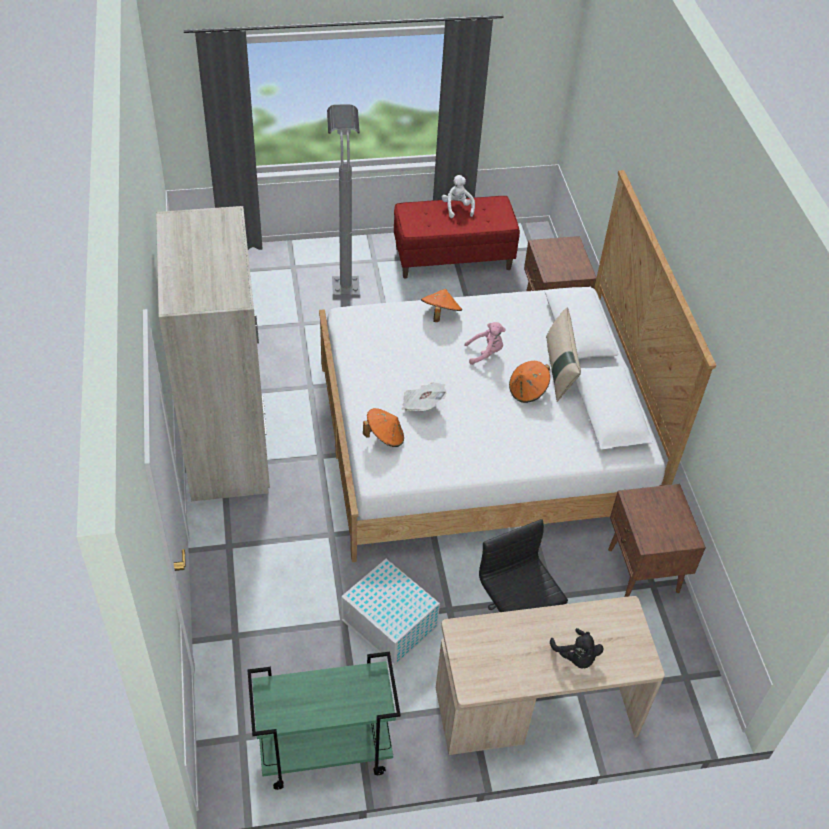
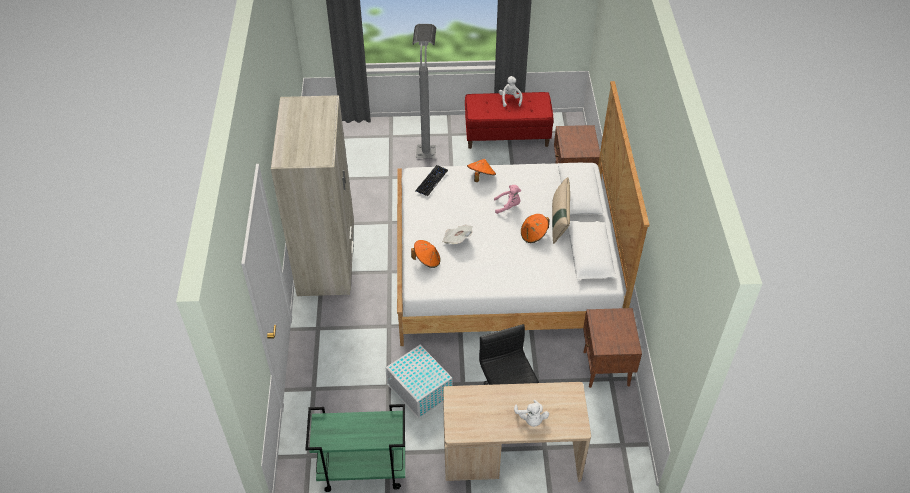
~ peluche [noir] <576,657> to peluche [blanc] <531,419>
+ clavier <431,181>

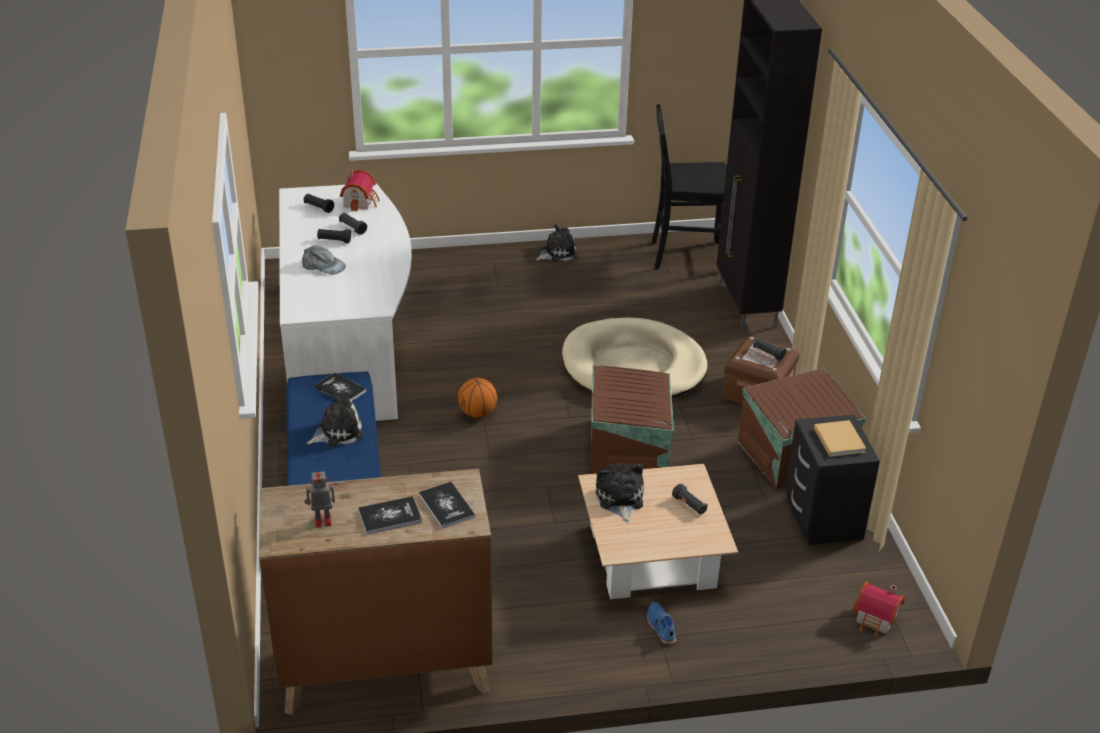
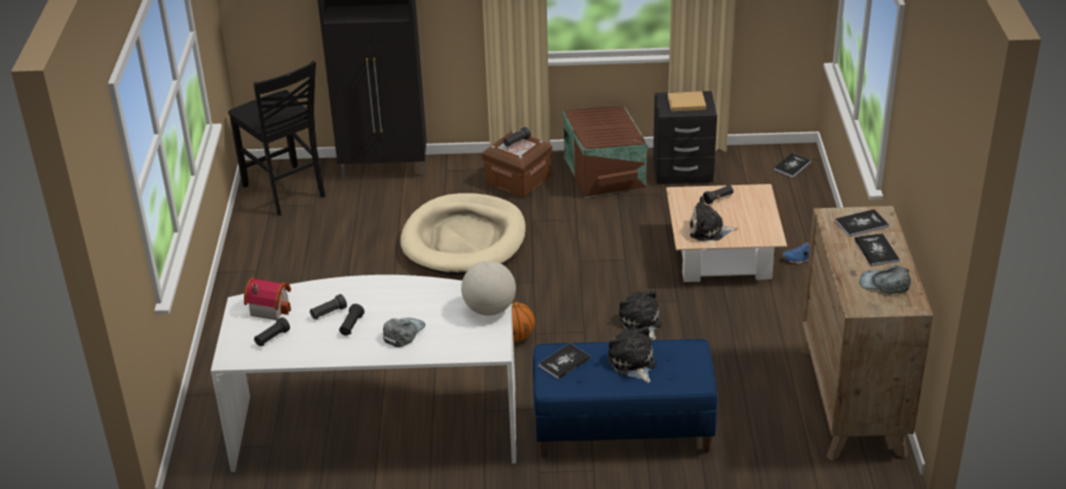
~ robot jouet <321,520> to casquette [gris] <885,284>
~ peluche <557,253> to <640,323>
- boîte de rangement [marron] <630,447>
~ chaise [noir] <685,256> = <285,191> 45 degrees counterclockwise
~ maison miniature <876,620> to livre <792,166>
+ globe <489,309>

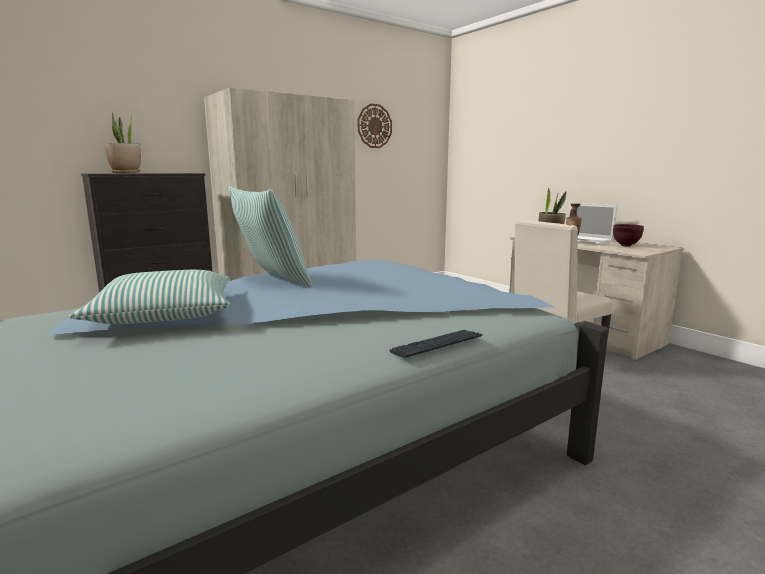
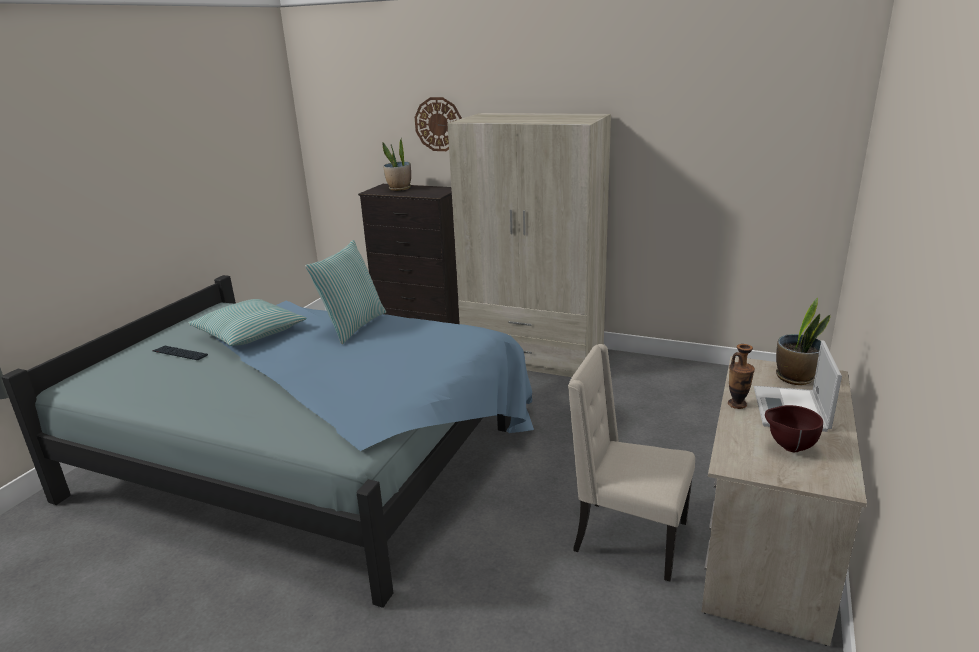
~ horloge murale <374,126> to <438,124>
~ clavier <437,345> to <180,354>

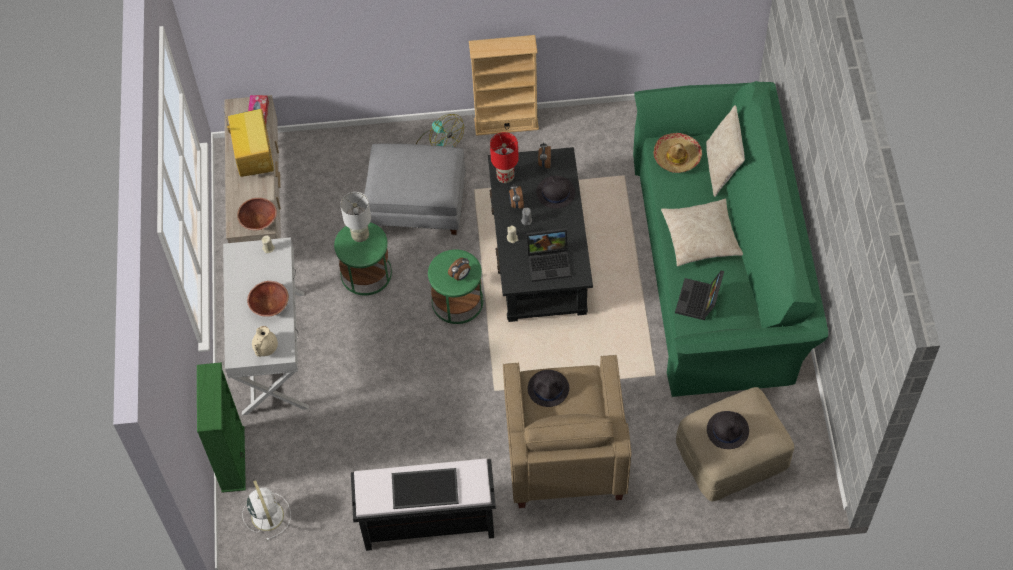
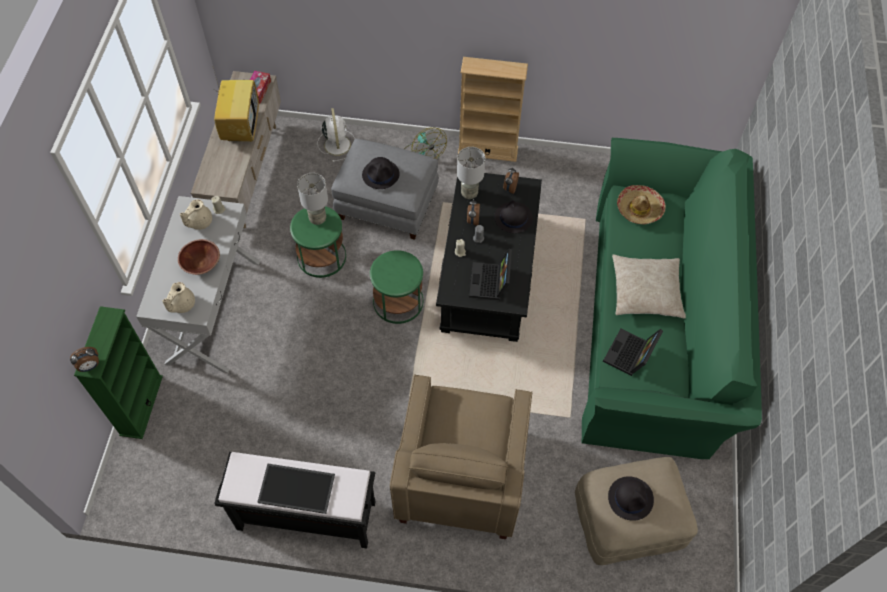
- bol [marron] <258,220>
~ ventilateur [blanc] <267,514> to <337,144>
~ réveil <460,276> to <90,366>
~ lampe de table [rouge] <505,177> to lampe de table [gris] <469,193>
~ ordinateur portable <550,262> = <490,283> 90 degrees clockwise
~ chapeau [noir] <548,388> to <381,175>
- coussin [beige] <722,168>
+ théière [beige] <199,222>

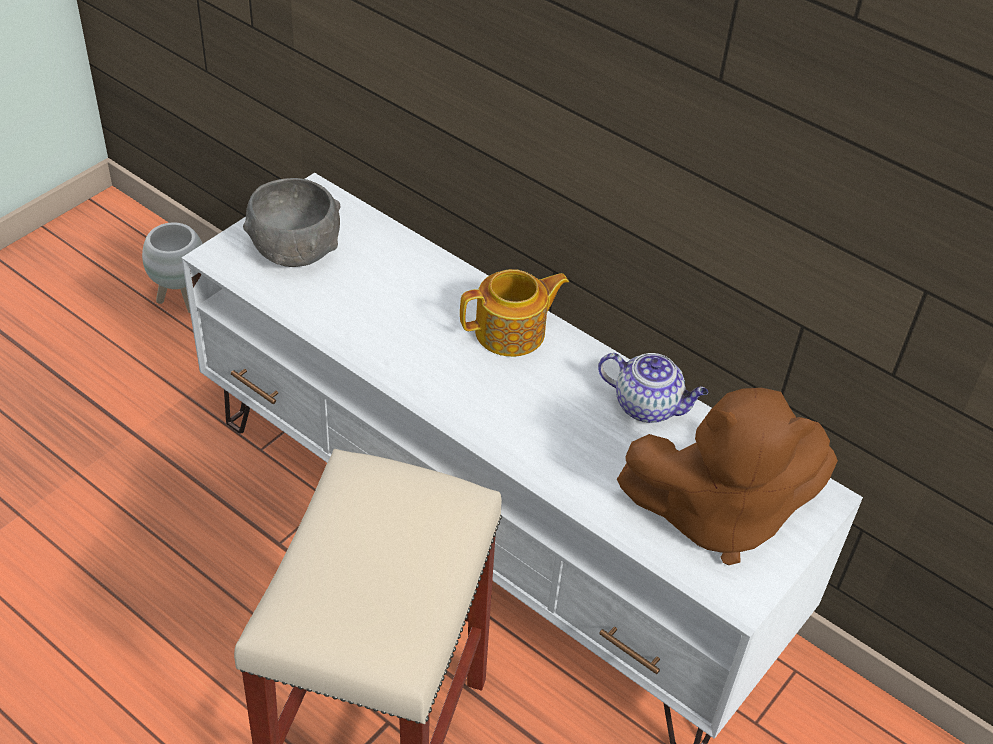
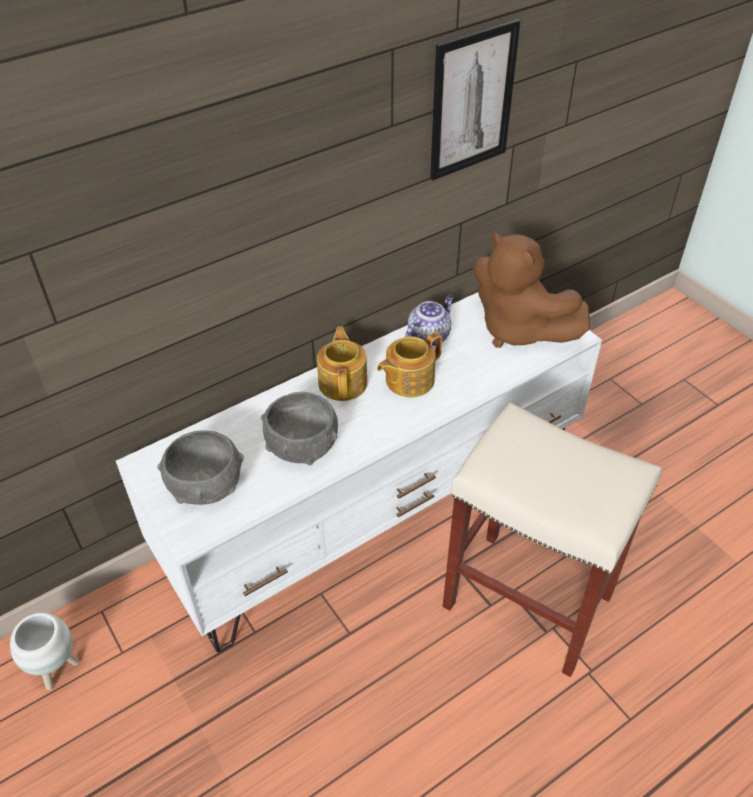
~ peluche [marron] <717,514> = <518,329> 120 degrees clockwise
+ bol [gris] <302,447>
+ théière <408,380>
+ tableau <472,102>

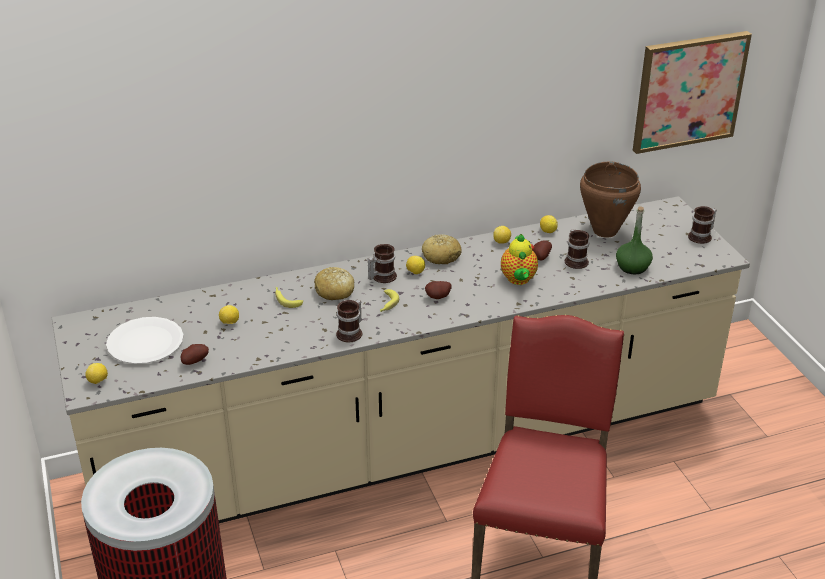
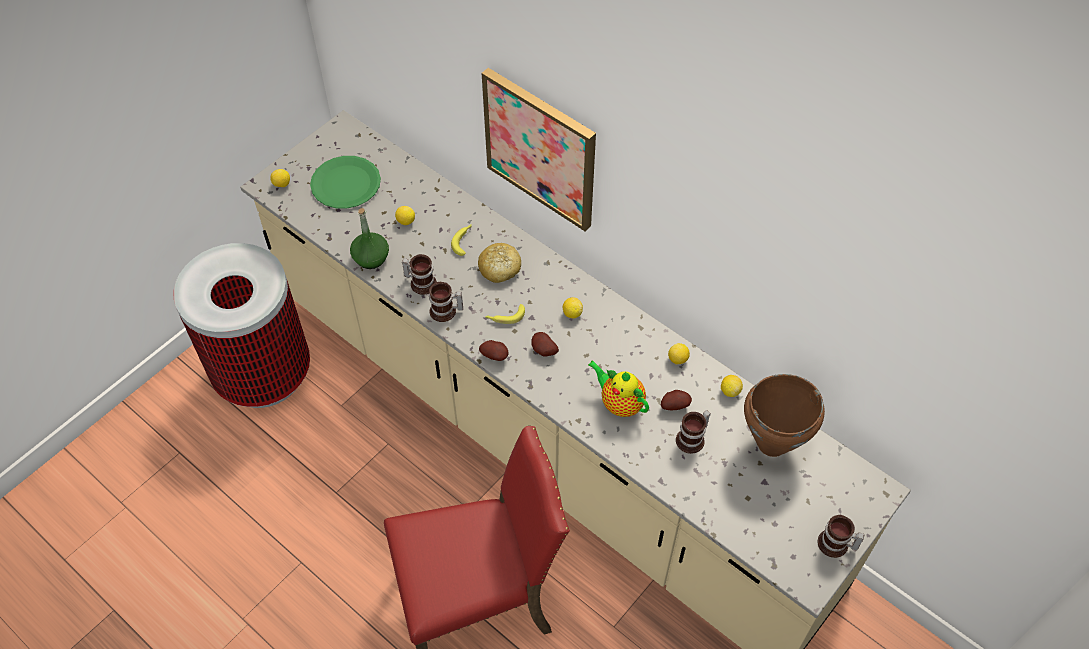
~ assiette [blanc] <145,342> to assiette [vert] <345,184>
~ pomme de terre <194,361> to <495,355>
~ mug <381,276> to <421,282>
- pain <441,256>
~ théière <518,280> = <619,403> 75 degrees clockwise
~ bouteille [vert] <632,267> to <371,258>
~ tableau <688,91> to <541,148>

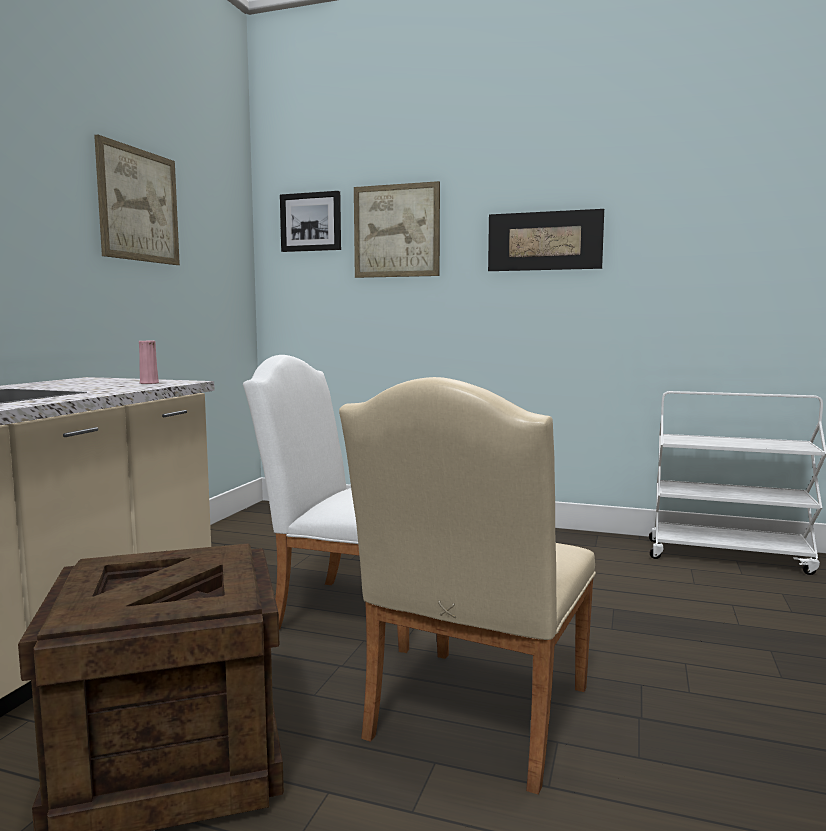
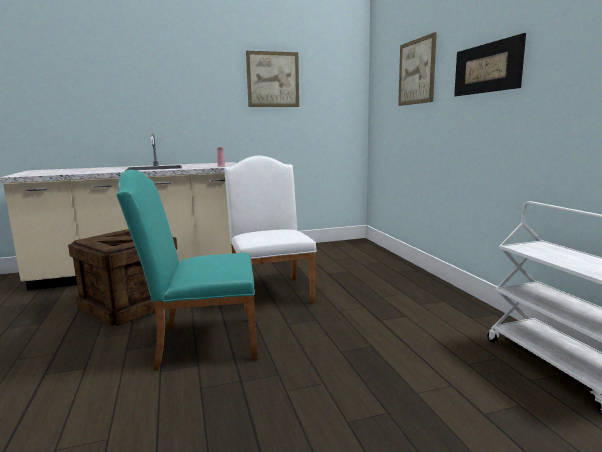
- tableau <311,222>
~ chaise [beige] <473,720> to chaise [turquoise] <200,342>

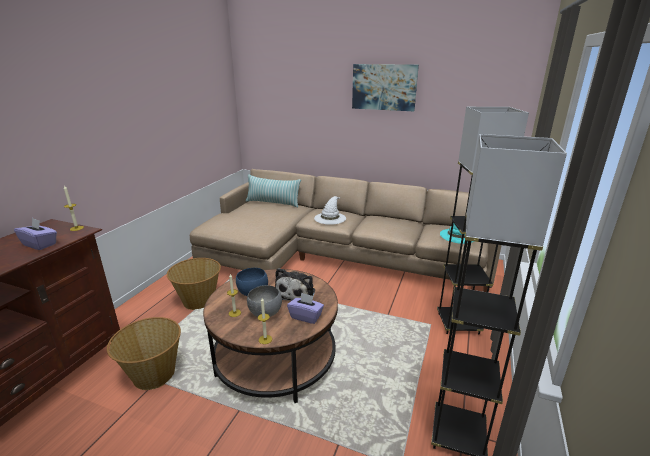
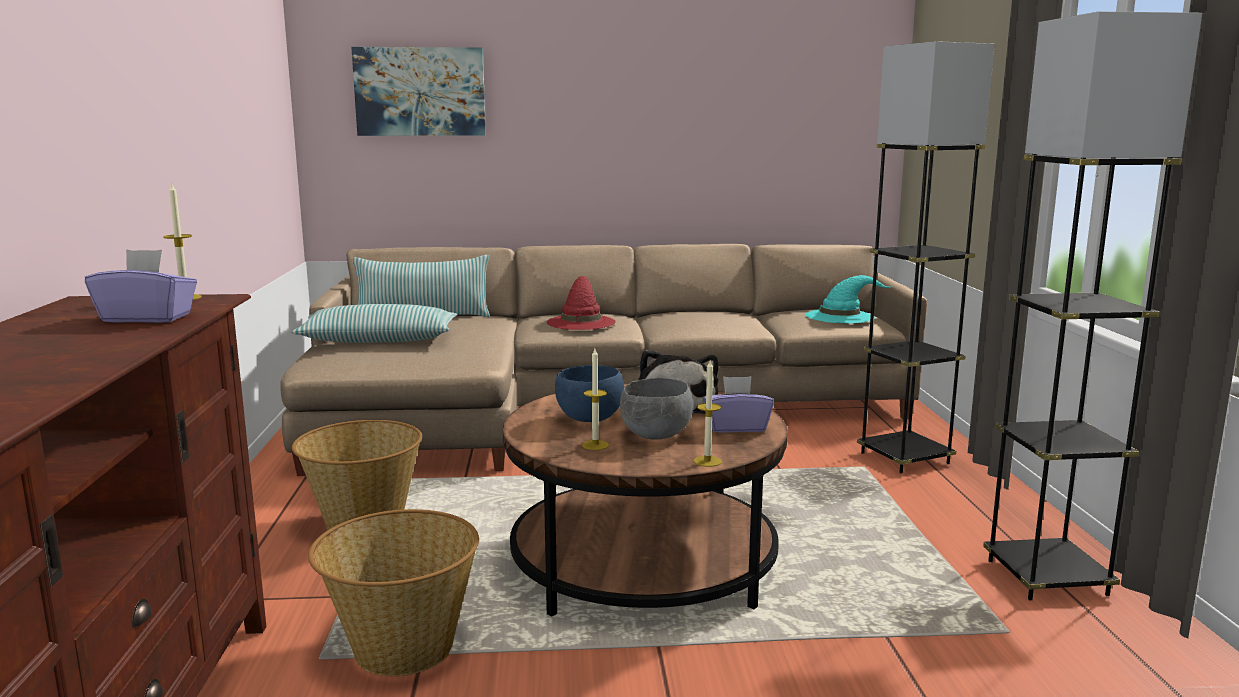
~ chapeau [blanc] <330,218> to chapeau [rouge] <580,322>
~ tableau <384,87> to <420,92>
+ coussin <378,340>

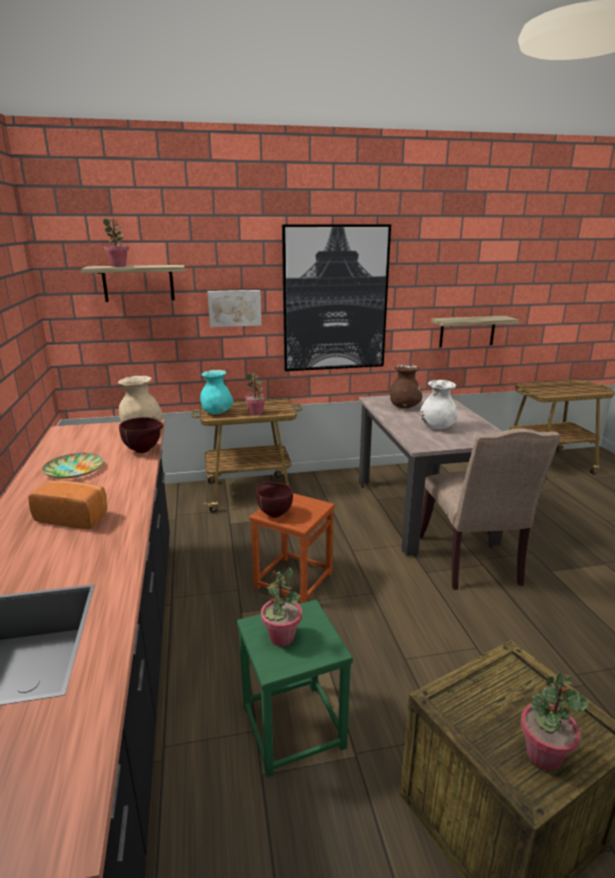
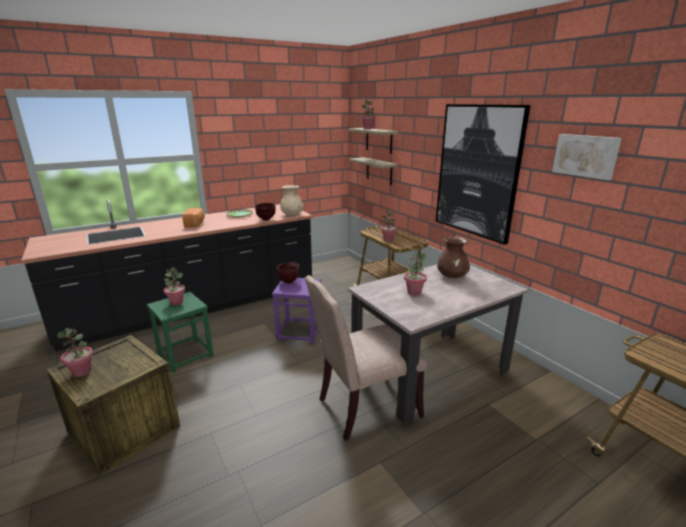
- vase [turquoise] <217,412>
~ tableau <234,308> to <586,155>
~ tabouret [marron] <293,580> to tabouret [violet] <299,332>
~ vase [blanc] <436,427> to plante en pot <414,292>
~ étagère <467,331> to <379,171>

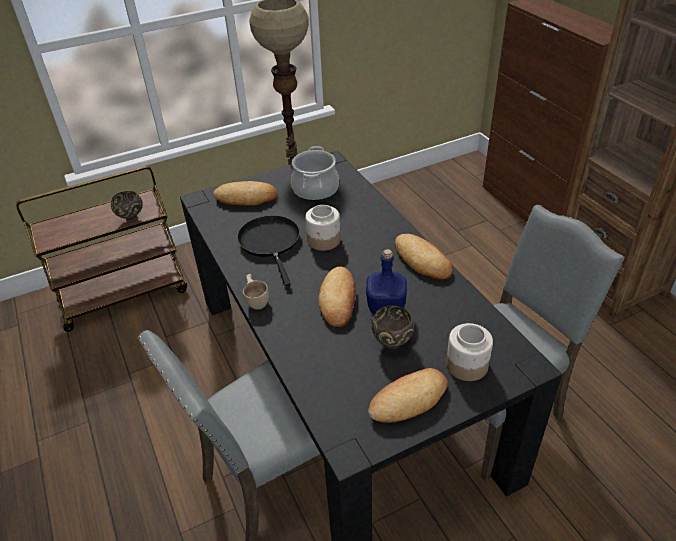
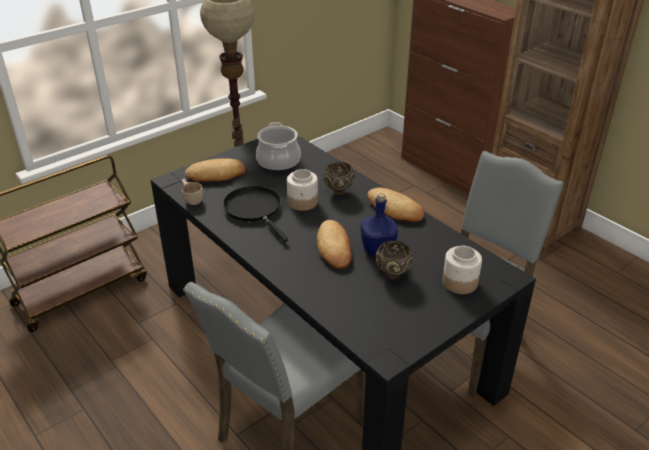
~ bol [marron] <131,219> to <338,192>
~ tasse [beige] <257,299> to <192,199>
- pain <408,400>

